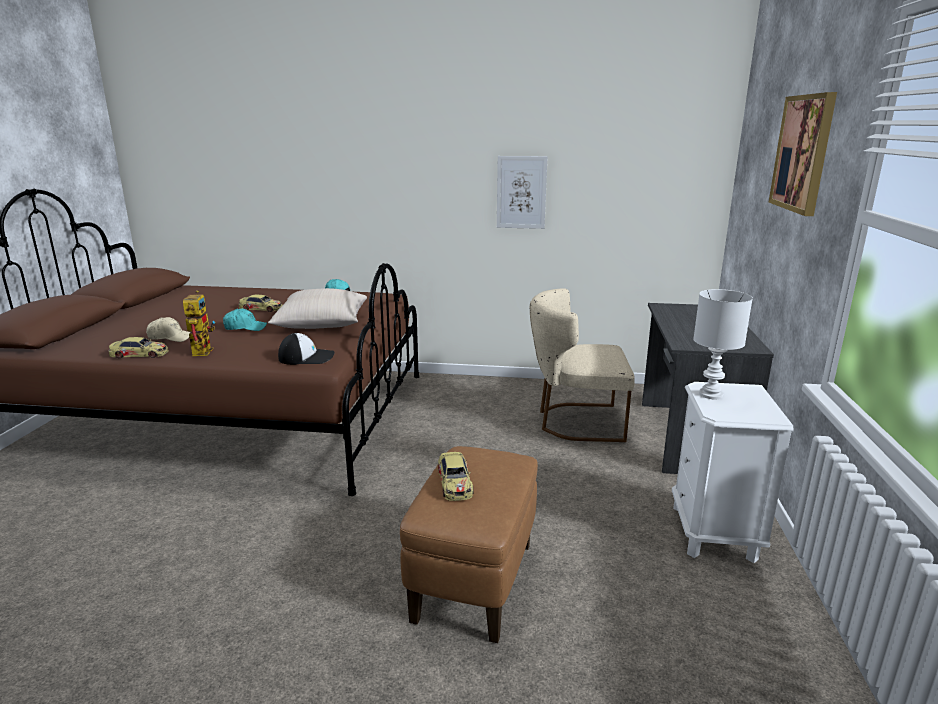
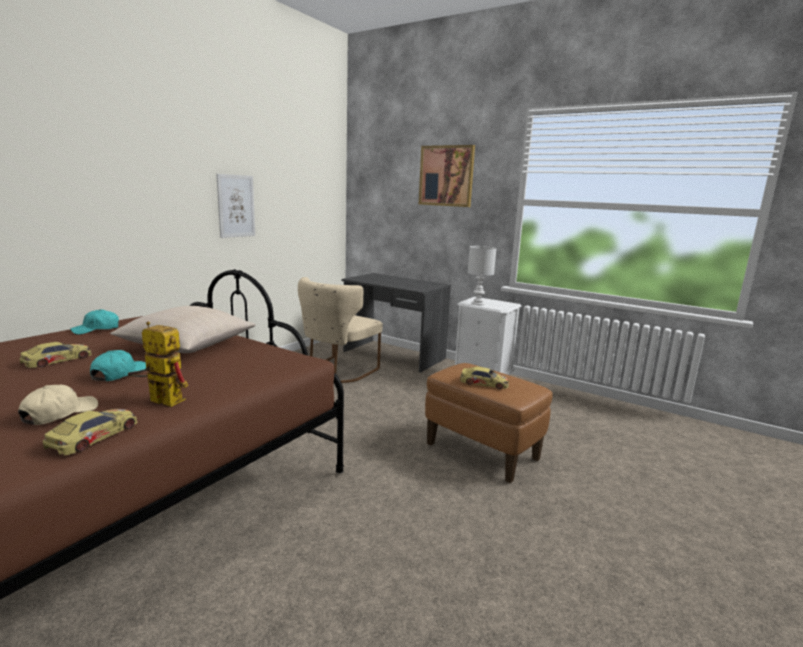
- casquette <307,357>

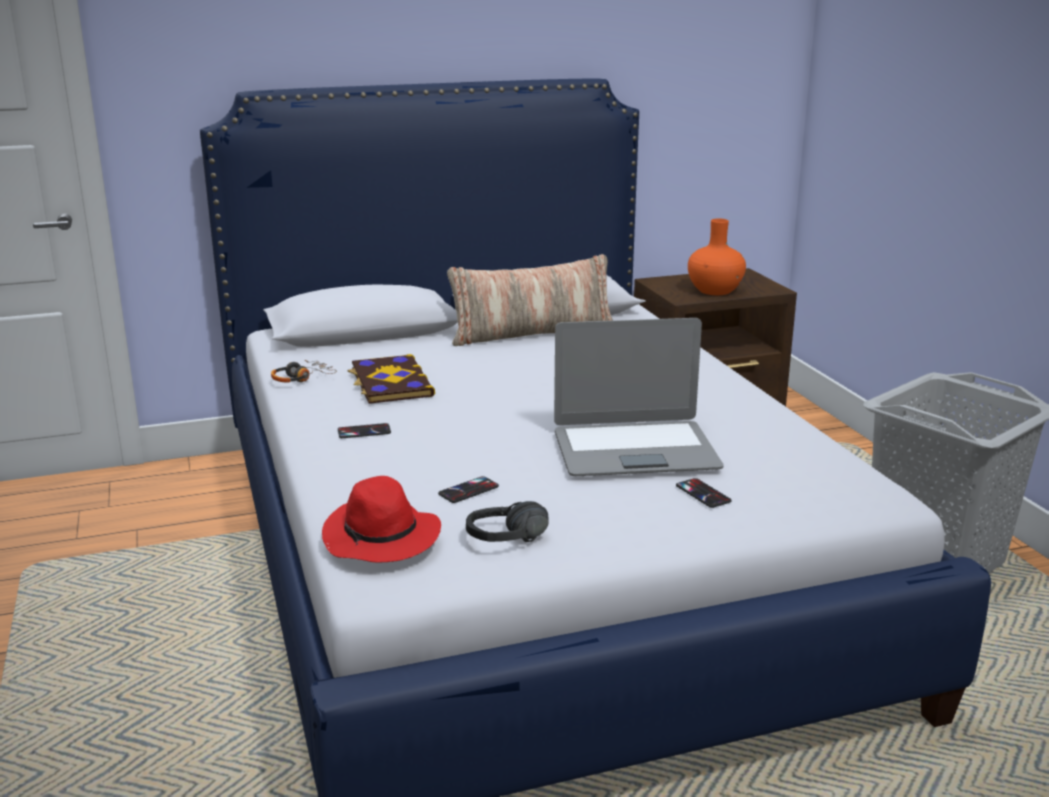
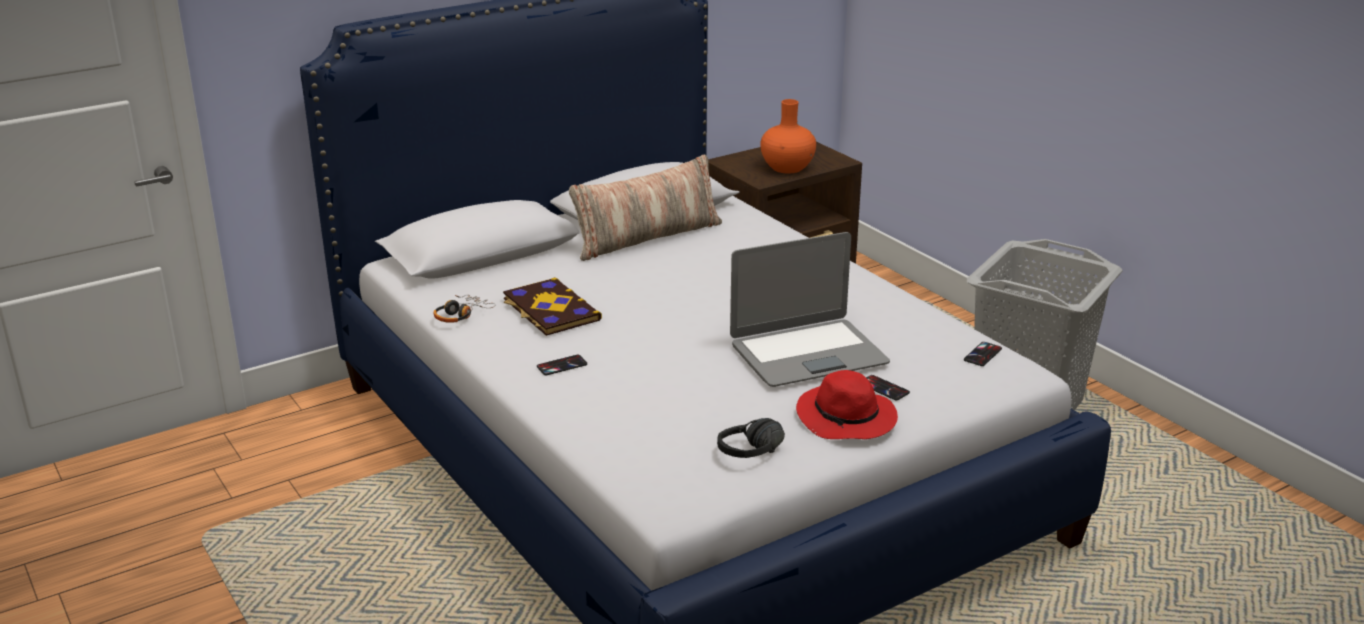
~ chapeau [rouge] <382,538> to <847,419>
~ téléphone <468,490> to <982,354>

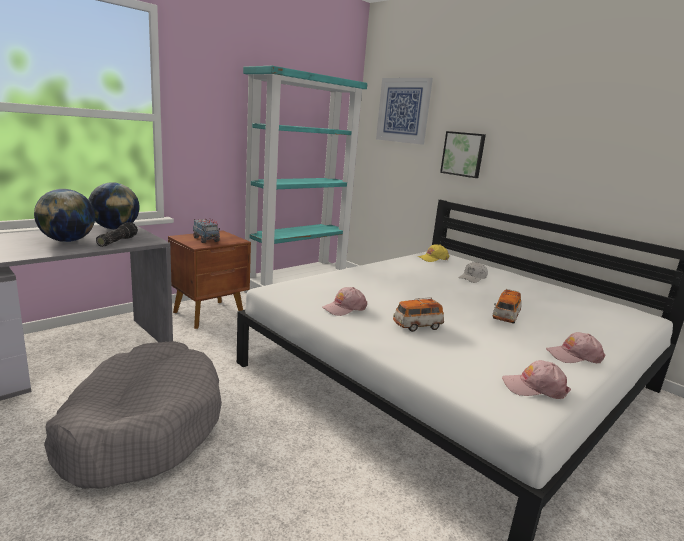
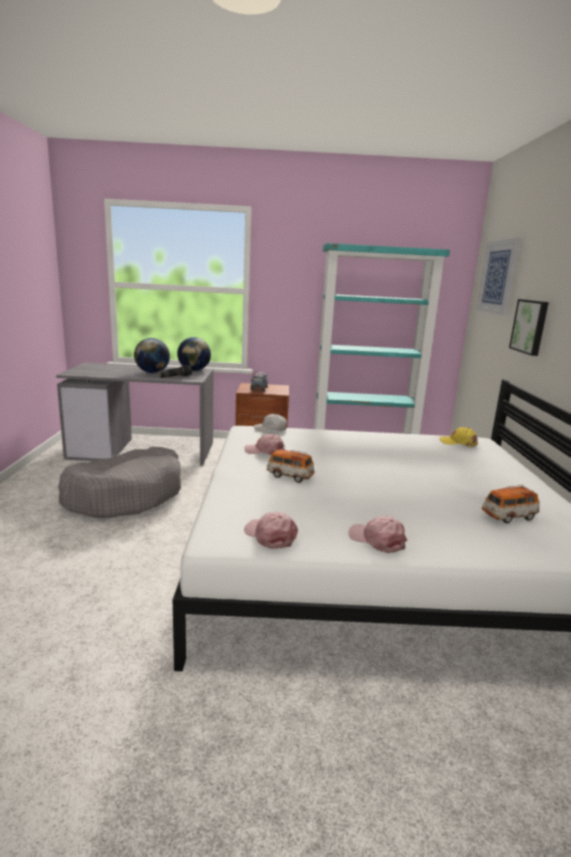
~ casquette [blanc] <473,278> to <270,429>
~ petite voiture <505,317> to <508,516>

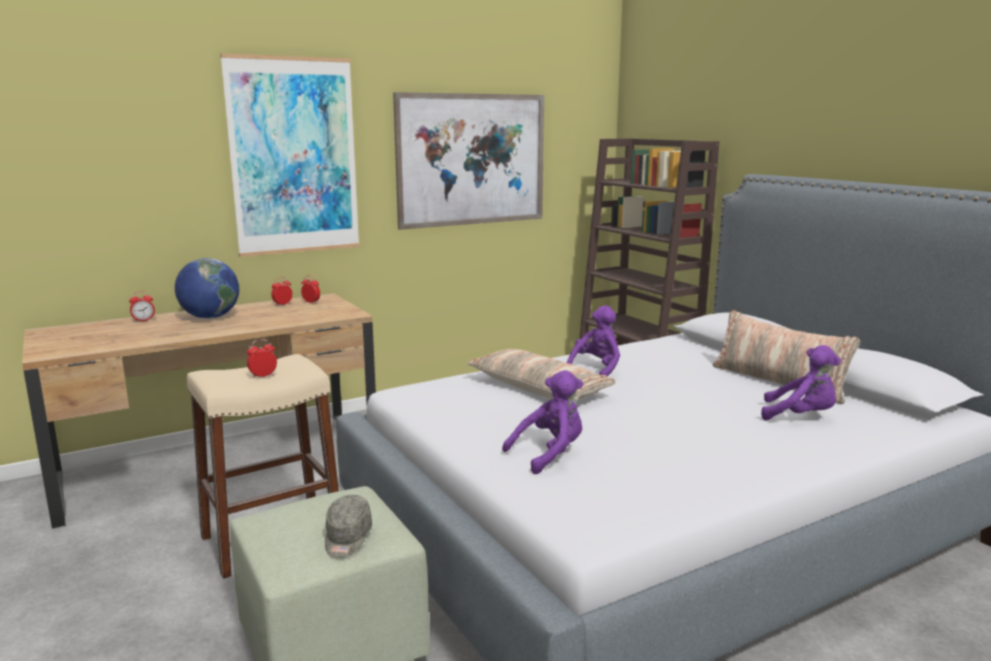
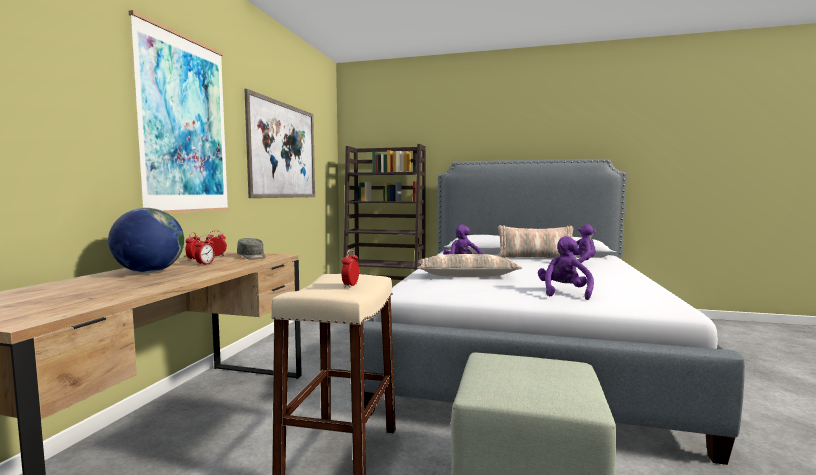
~ réveil <143,320> to <205,264>
~ casquette [gris] <347,538> to <252,257>

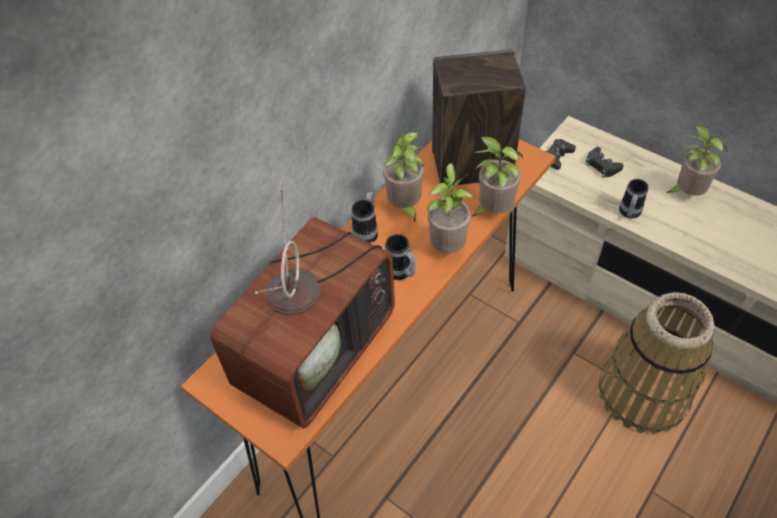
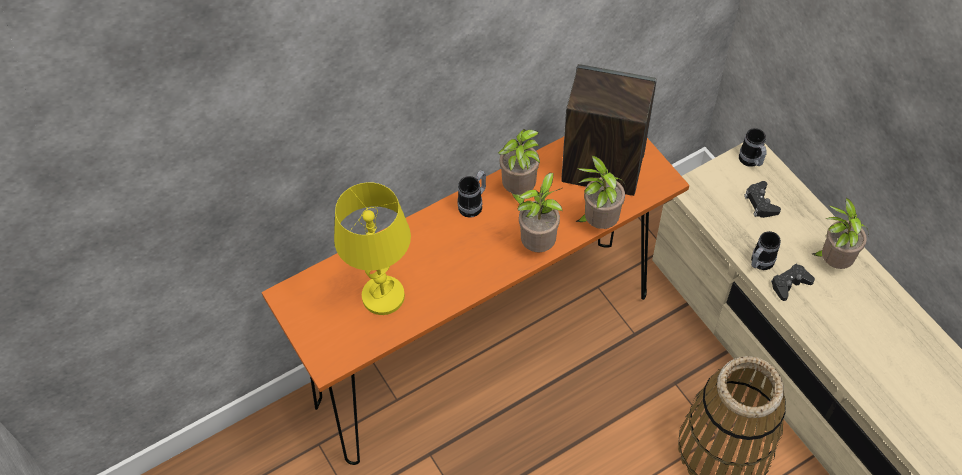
~ téléviseur <315,346> to lampe de table [jaune] <383,296>
~ mug <401,274> to <751,162>
~ manette [noir] <557,157> to <790,284>

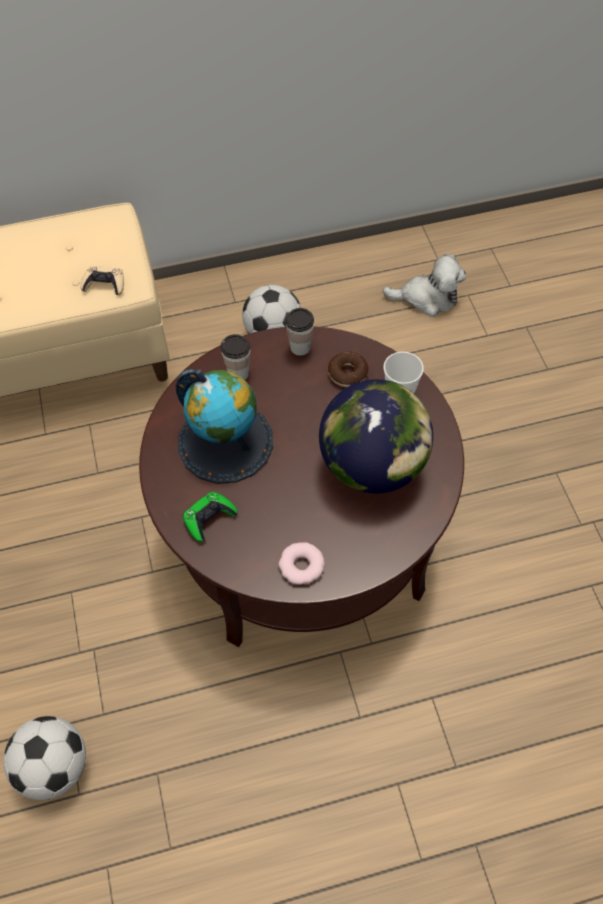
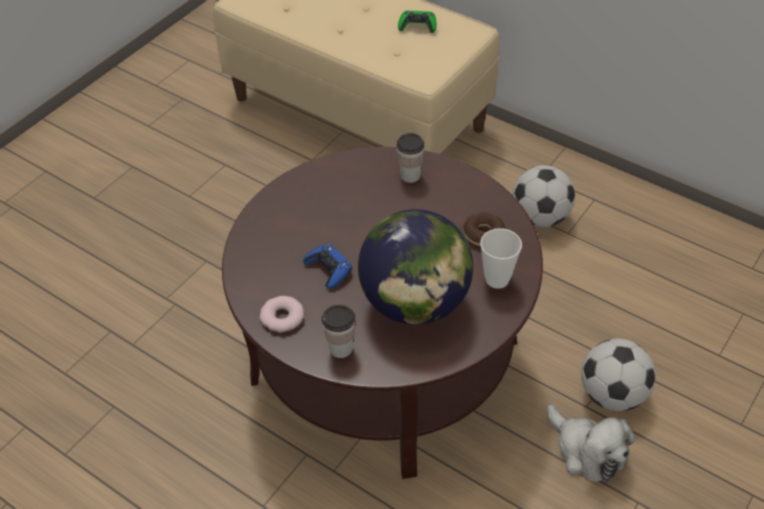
~ ballon de foot <54,766> to <612,394>
- manette [beige] <104,284>
- globe <226,441>
~ manette [vert] <209,518> to <417,25>
~ tasse <300,347> to <341,348>
~ peluche <427,298> to <586,451>
+ manette [bleu] <328,269>

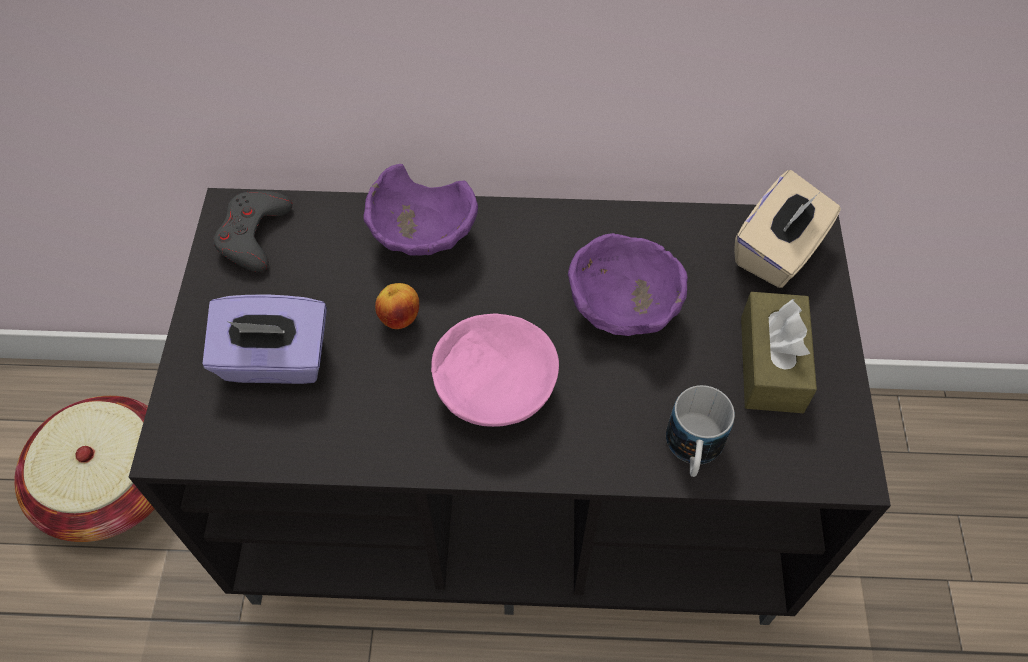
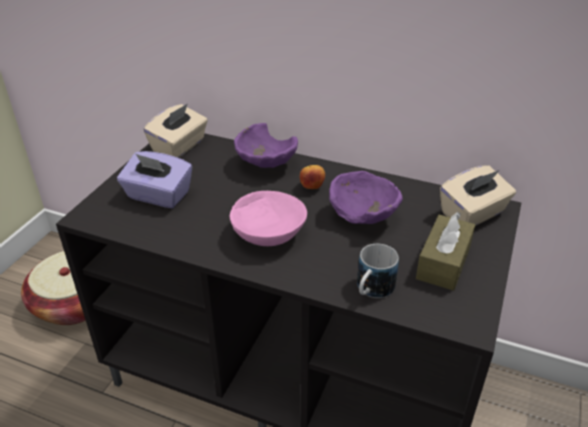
~ manette [gris] <253,235> to boîte à mouchoirs [beige] <179,146>
~ pomme <399,318> to <312,187>

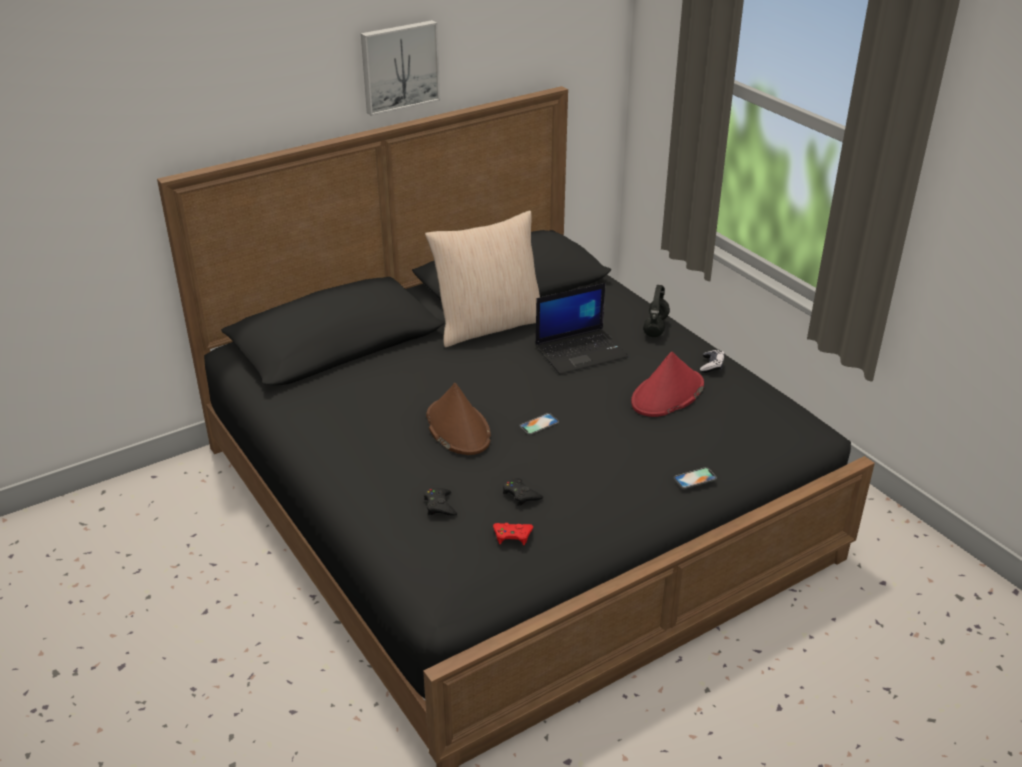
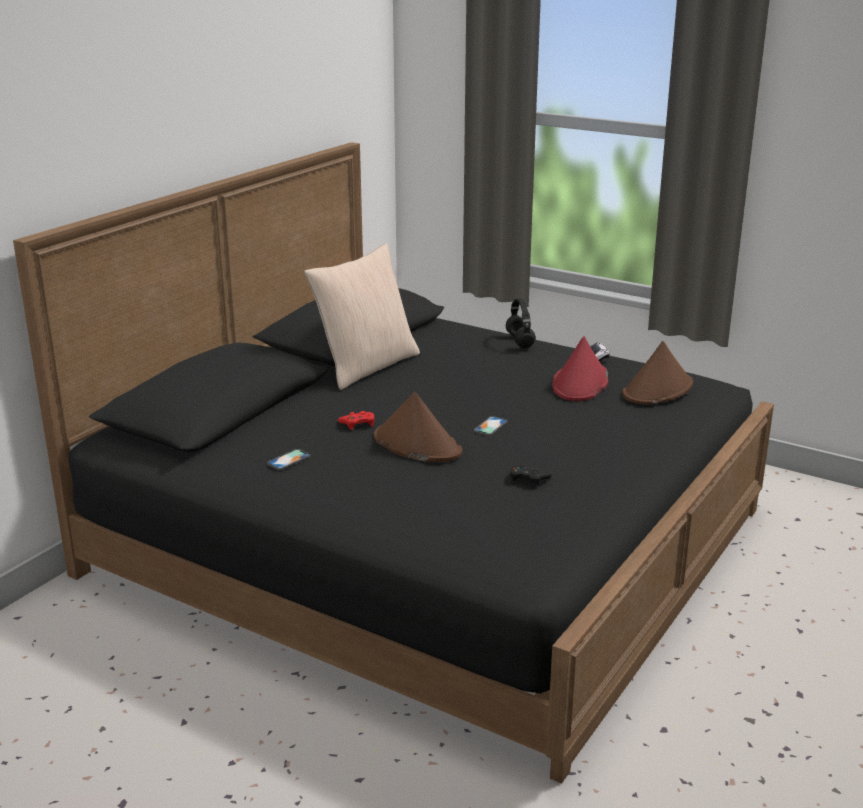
- tableau <399,66>
- manette [noir] <439,505>
~ manette [rouge] <512,535> to <358,424>
- ordinateur portable <581,351>
~ téléphone <695,478> to <289,460>
+ chapeau [marron] <658,390>

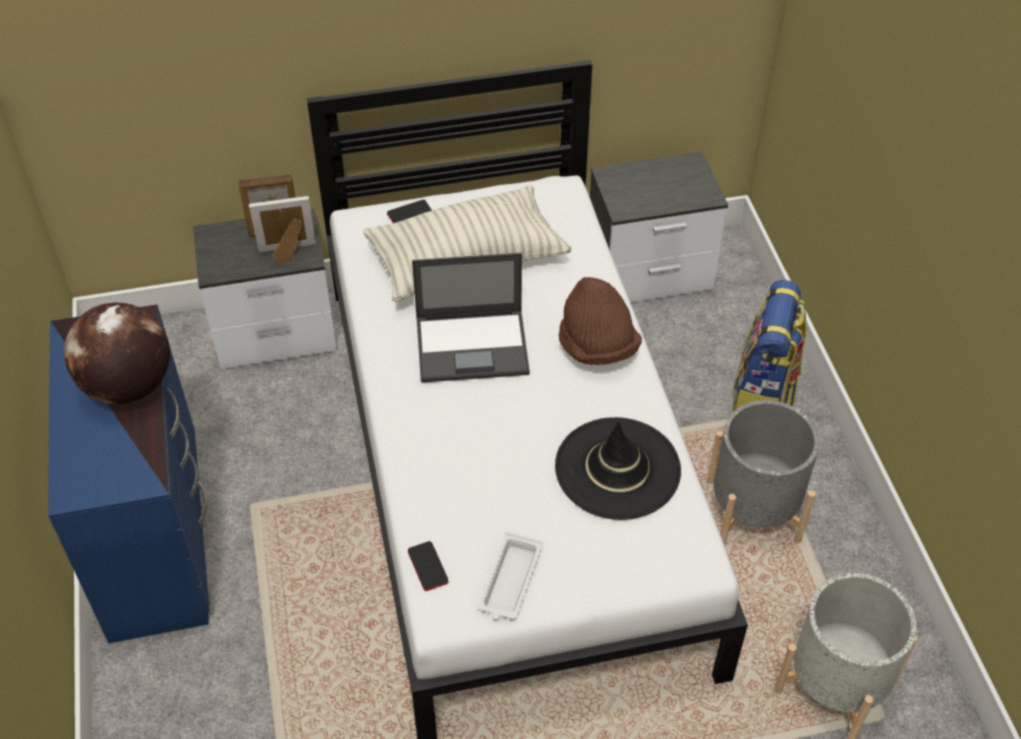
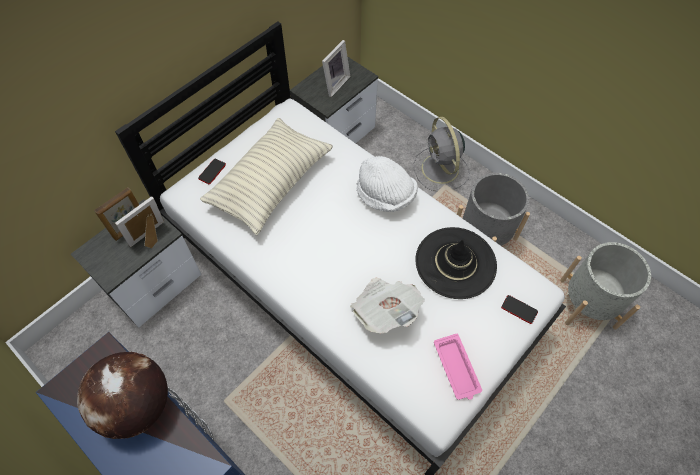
~ téléphone <428,566> to <519,309>
- ordinateur portable <473,346>
~ plateau [blanc] <510,581> to plateau [rose] <457,369>
~ chapeau [marron] <597,346> to chapeau [blanc] <385,196>
~ sac à dos <764,393> to ventilateur [gris] <440,170>
+ cadre photo <334,84>
+ journal <385,310>

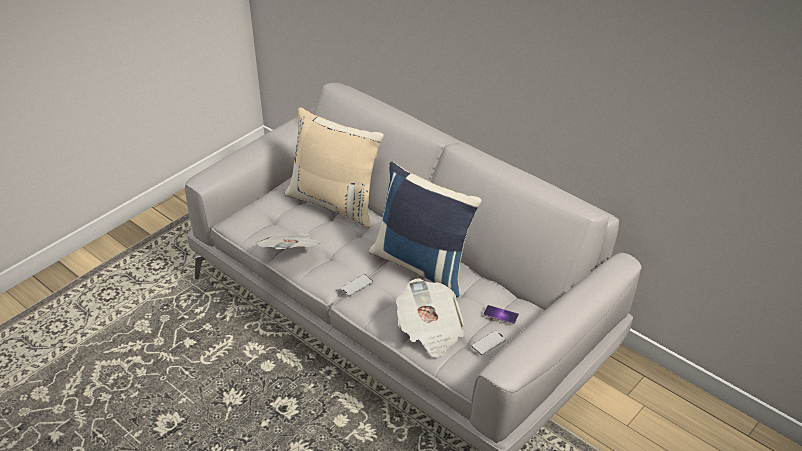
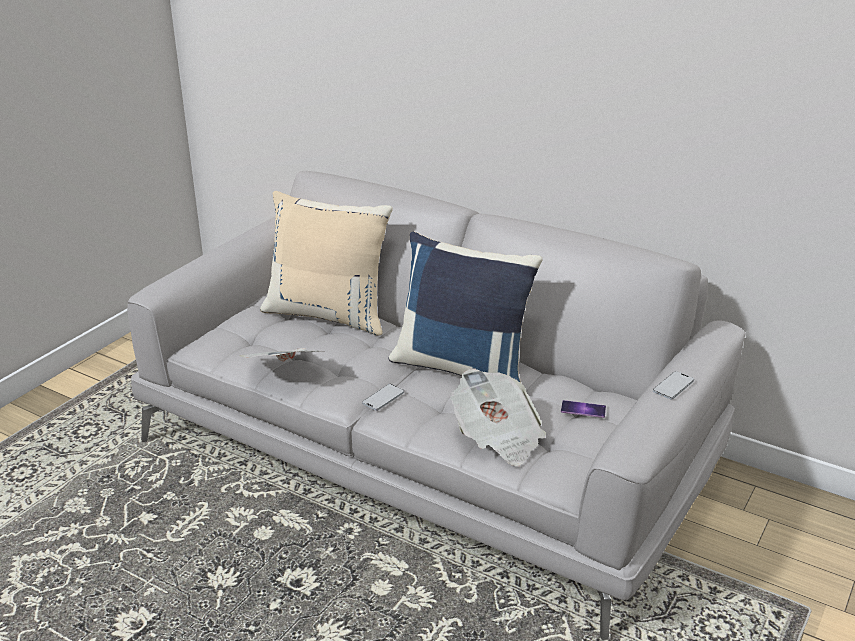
~ téléphone <488,343> to <673,386>

